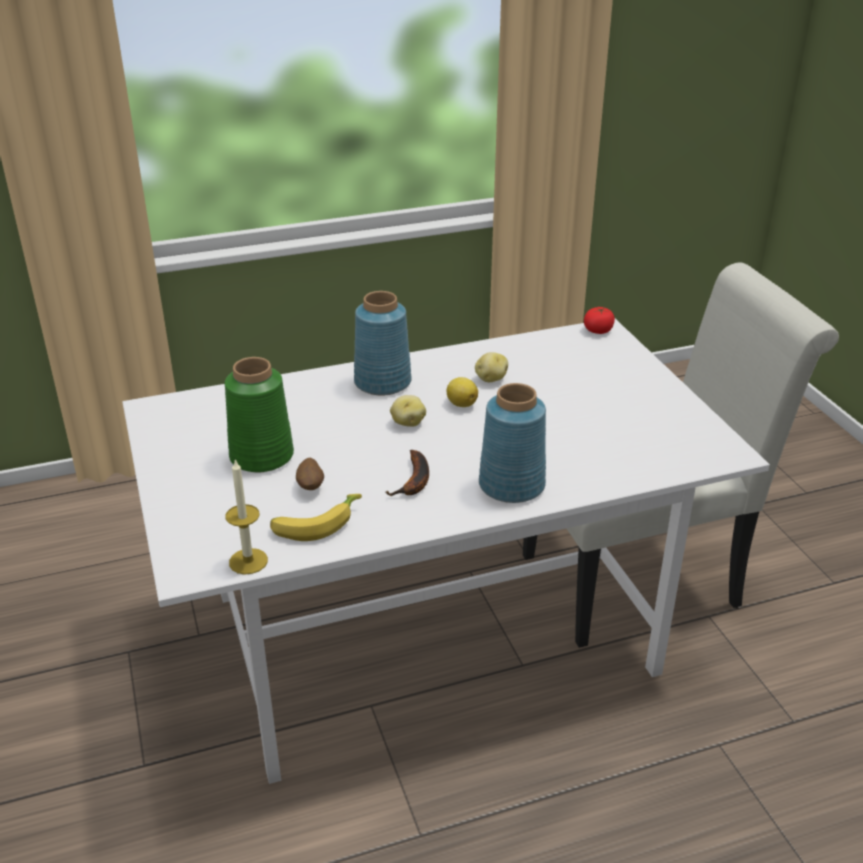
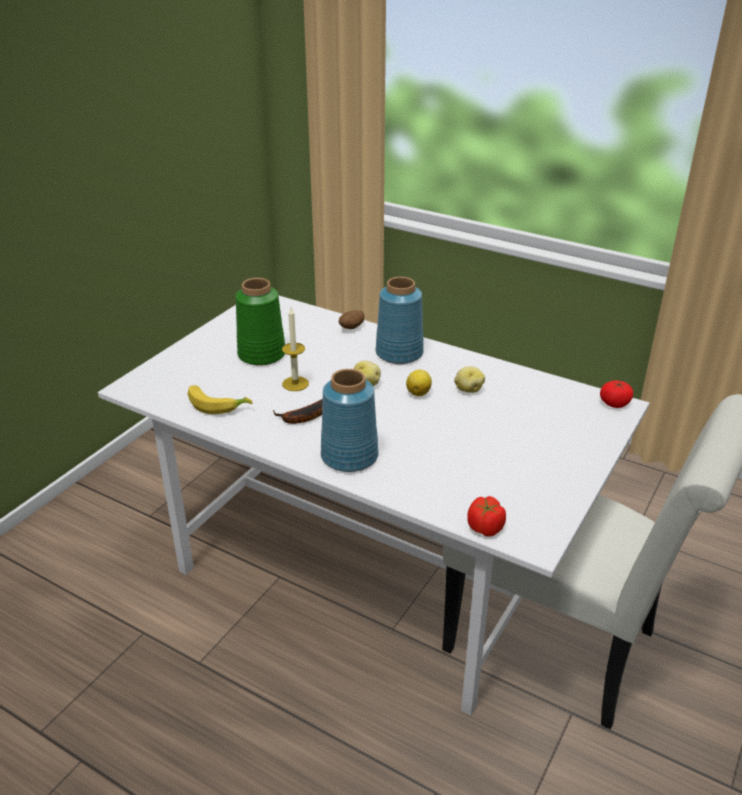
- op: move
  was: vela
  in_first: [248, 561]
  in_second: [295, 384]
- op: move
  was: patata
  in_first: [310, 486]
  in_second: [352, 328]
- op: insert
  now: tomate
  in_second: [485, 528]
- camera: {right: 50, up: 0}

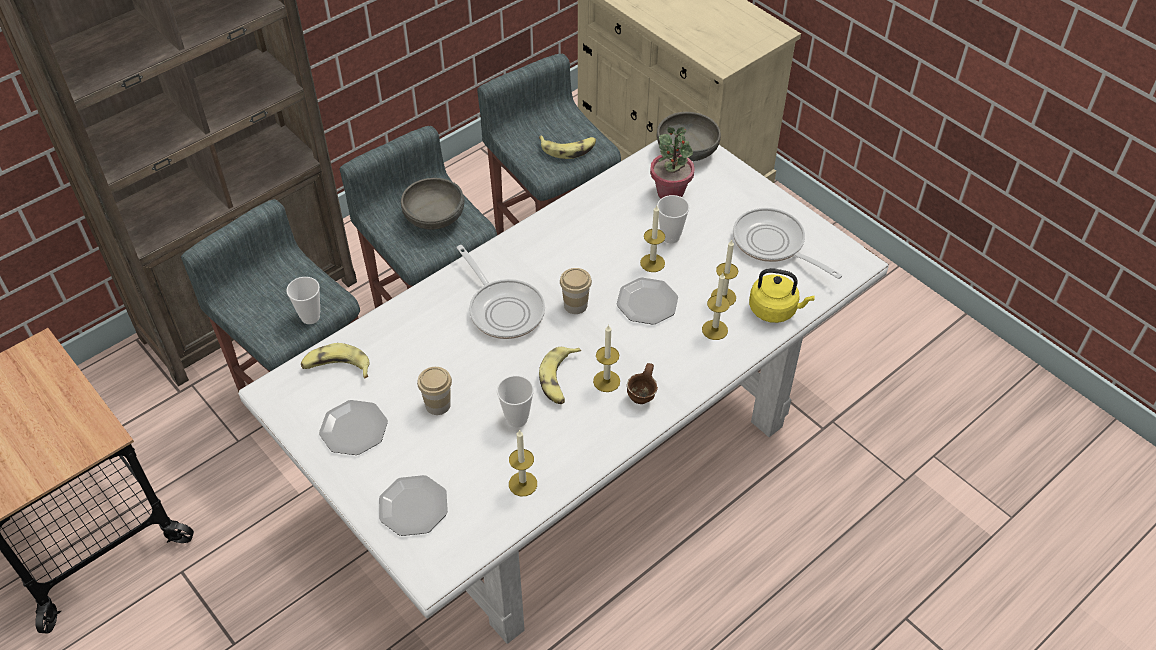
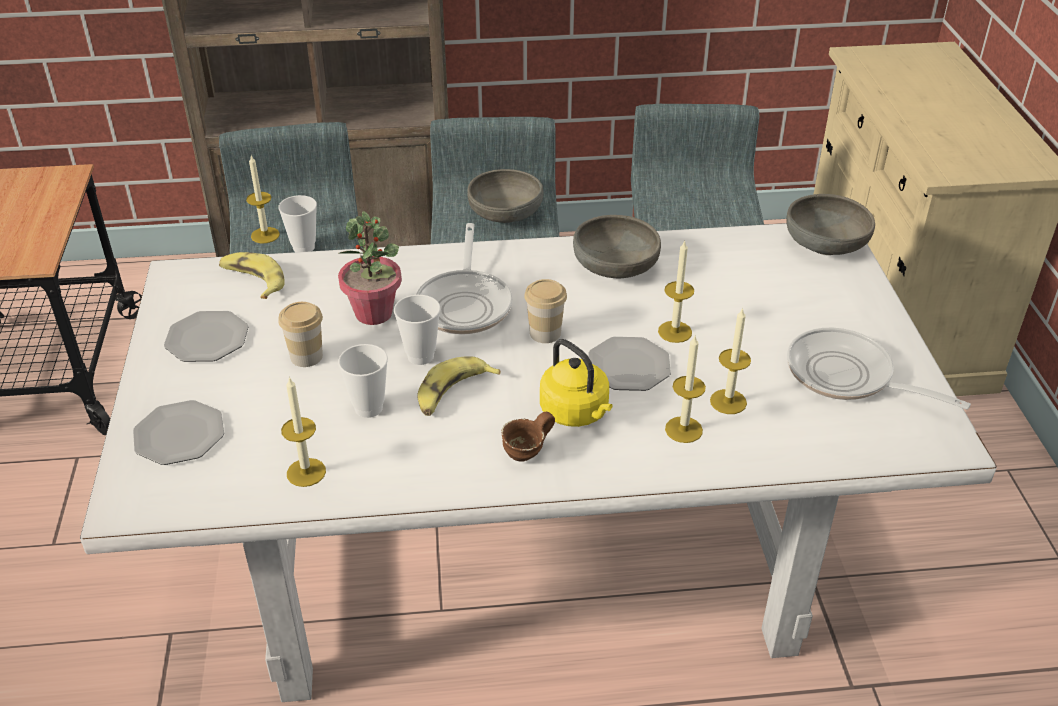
- op: delete
  was: plátano
  in_first: [568, 149]
- op: move
  was: vela
  in_first: [606, 381]
  in_second: [265, 235]
- op: move
  was: planta en maceta
  in_first: [670, 193]
  in_second: [374, 313]
- op: move
  was: taza
  in_first: [670, 236]
  in_second: [420, 356]
- op: rotate
  was: sartén
  in_first: [773, 244]
  in_second: [847, 376]
  clockwise: -45
- op: move
  was: hervidor (amarillo)
  in_first: [775, 310]
  in_second: [576, 413]
- op: insert
  now: cuenco (gris)
  in_second: [615, 267]
- camera: {right: 35, up: -10}

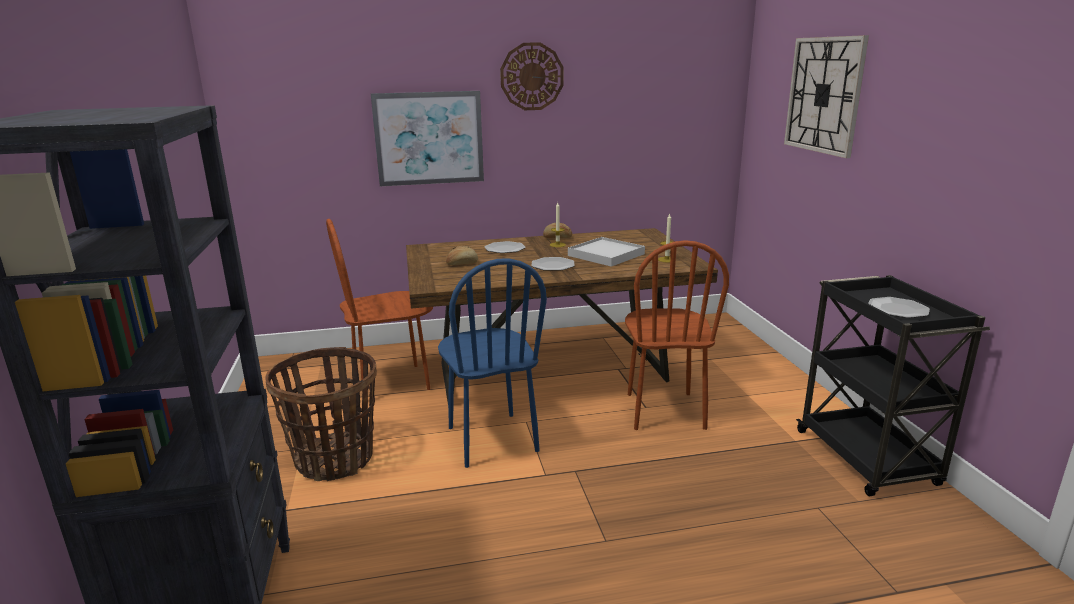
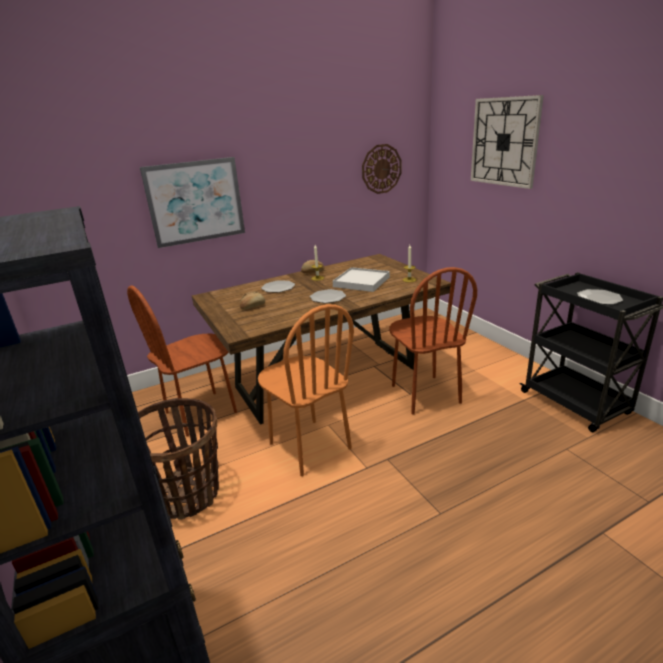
- op: recolor
  was: silla (azul)
  now: silla (naranja)
  in_first: [491, 439]
  in_second: [309, 446]
- op: move
  was: reloj de pared
  in_first: [532, 76]
  in_second: [381, 169]
- camera: {right: -15, up: 5}

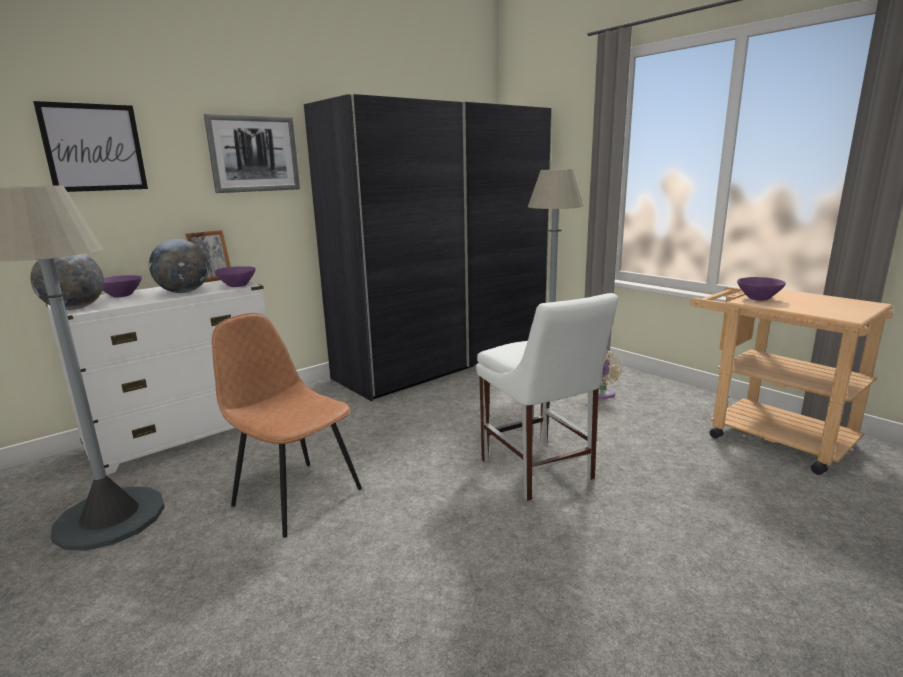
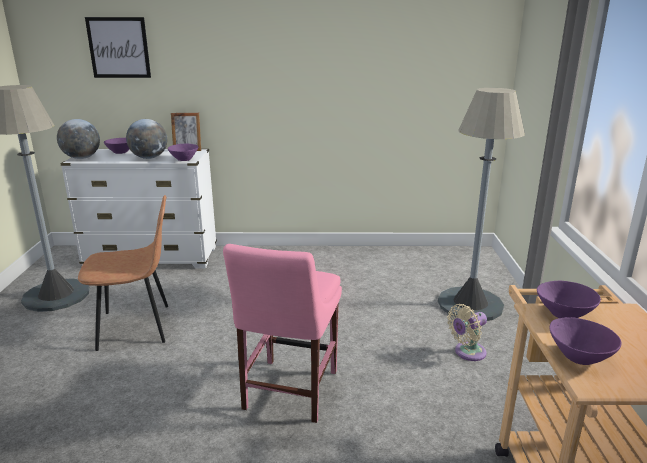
- op: delete
  was: cuadro
  in_first: [254, 154]
- op: rotate
  was: silla (marrón)
  in_first: [295, 496]
  in_second: [137, 327]
  clockwise: 90
- op: delete
  was: armario ropero (gris)
  in_first: [445, 360]
- op: recolor
  was: silla (blanco)
  now: silla (rosa)
  in_first: [539, 472]
  in_second: [288, 393]
- op: insert
  now: cuenco (morado)
  in_second: [579, 357]
- camera: {right: 40, up: 5}

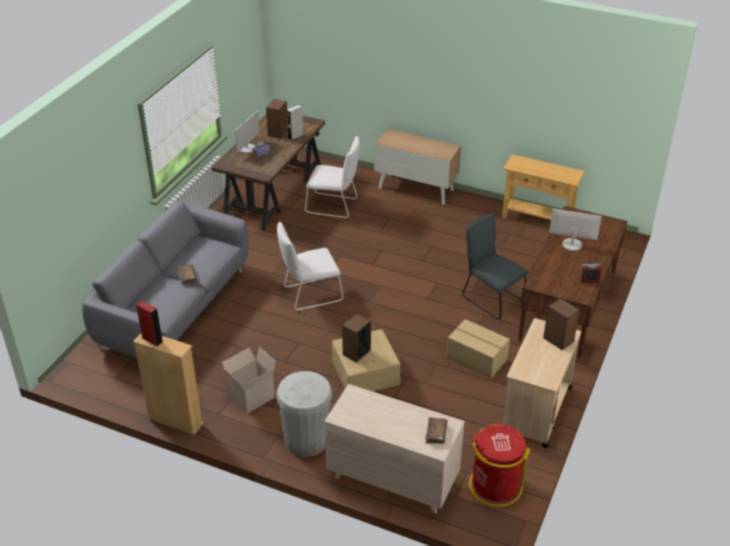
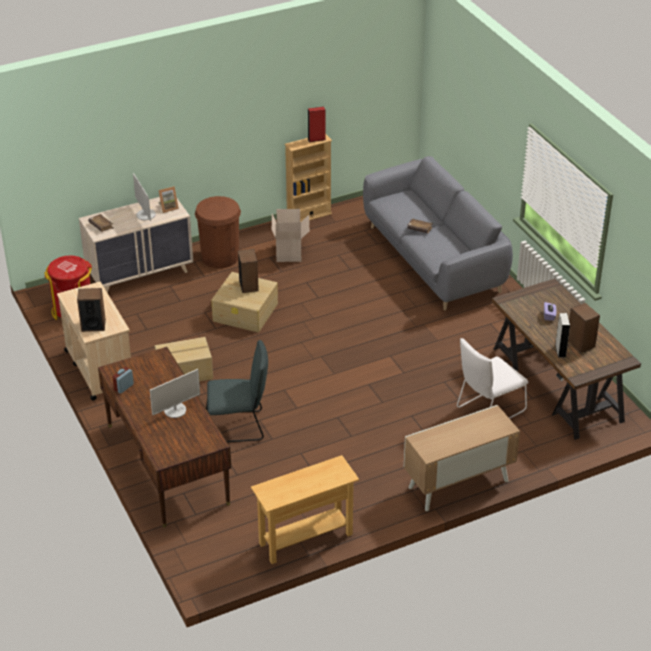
- op: move
  was: monitor
  in_first: [247, 148]
  in_second: [145, 215]
- op: recolor
  was: papelera (blanco)
  now: papelera (marrón)
  in_first: [306, 439]
  in_second: [220, 257]
- op: delete
  was: silla (blanco)
  in_first: [310, 294]
- op: insert
  now: portarretratos
  in_second: [168, 207]
- camera: {right: 130, up: 0}

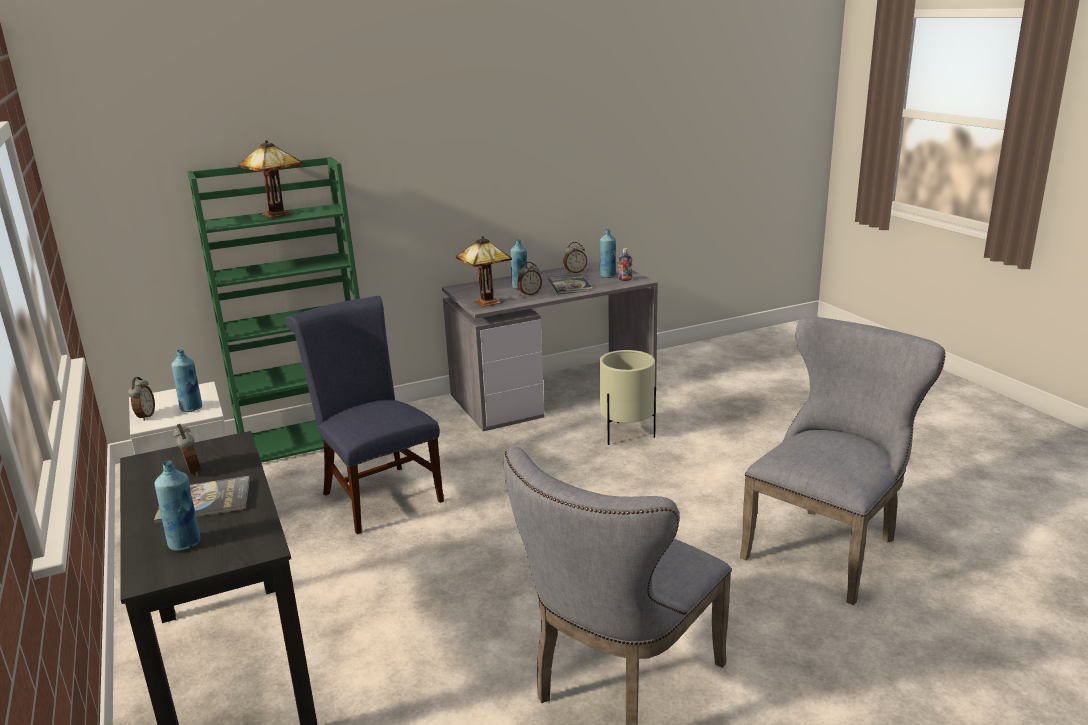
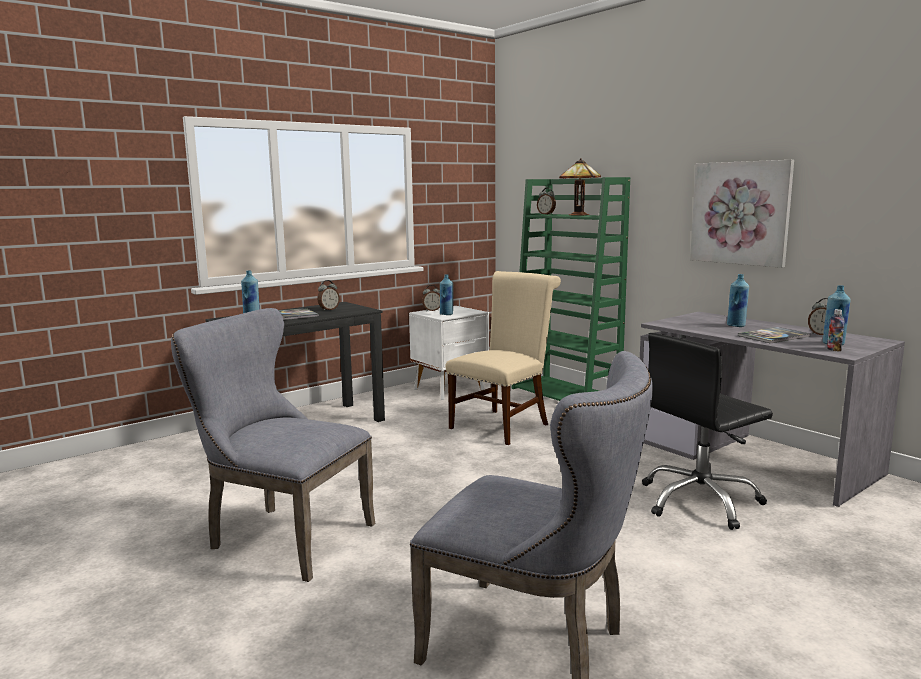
- op: recolor
  was: silla (azul)
  now: silla (beis)
  in_first: [377, 494]
  in_second: [503, 425]
- op: delete
  was: lámpara de mesa
  in_first: [486, 303]
- op: move
  was: despertador
  in_first: [529, 294]
  in_second: [546, 214]
- op: replace
  was: maceta (beis)
  now: silla de oficina (negro)
  in_first: [626, 435]
  in_second: [700, 501]
- op: insert
  now: cuadro
  in_second: [740, 213]
- camera: {right: 75, up: -10}

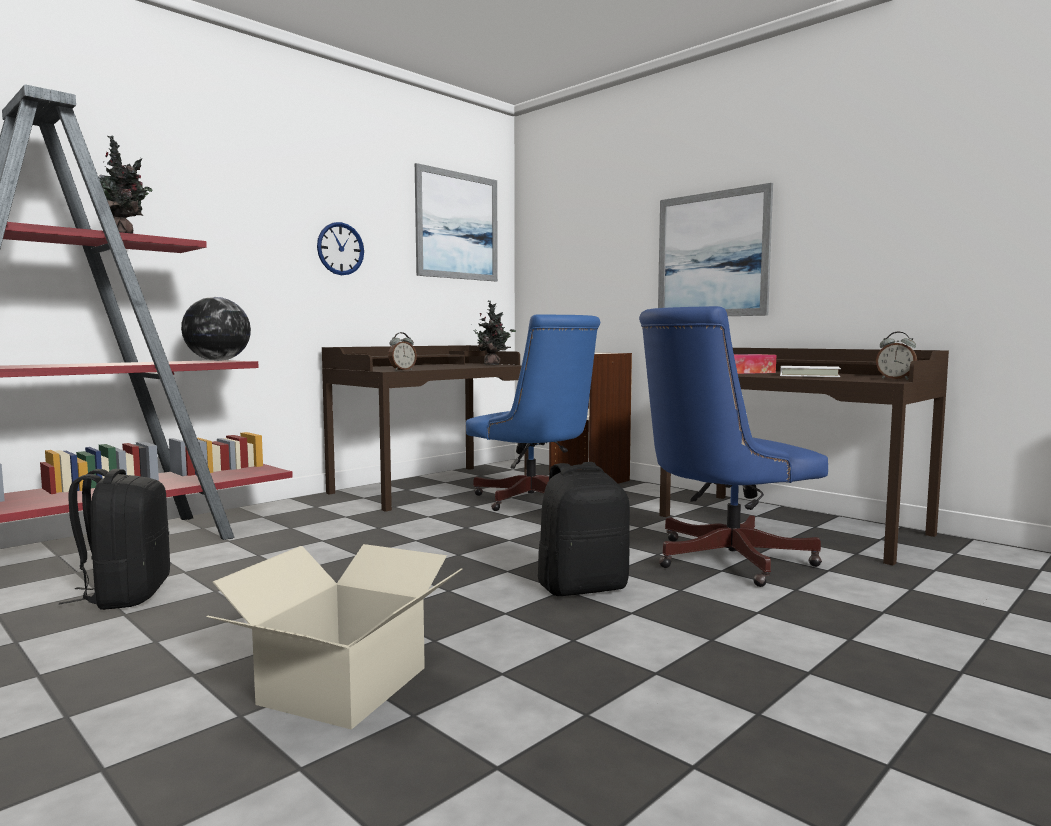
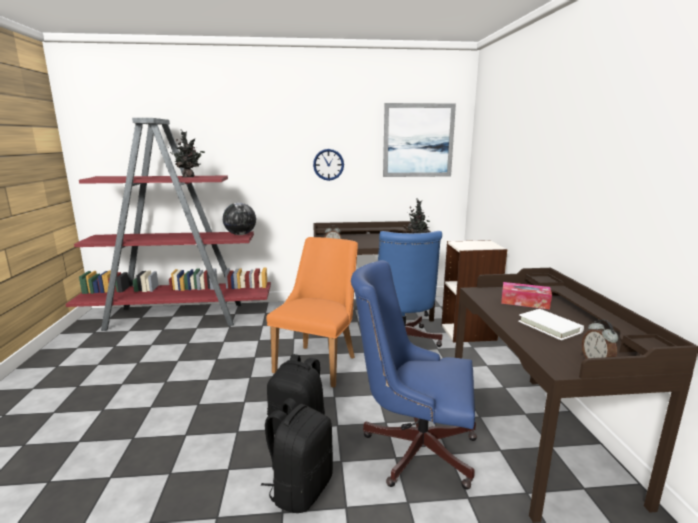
- op: move
  was: mochila (negro)
  in_first: [125, 595]
  in_second: [300, 488]
- op: delete
  was: caja de cartón
  in_first: [342, 685]
- op: delete
  was: cuadro
  in_first: [712, 255]
- op: insert
  now: silla (naranja)
  in_second: [320, 361]
- camera: {right: 40, up: 10}

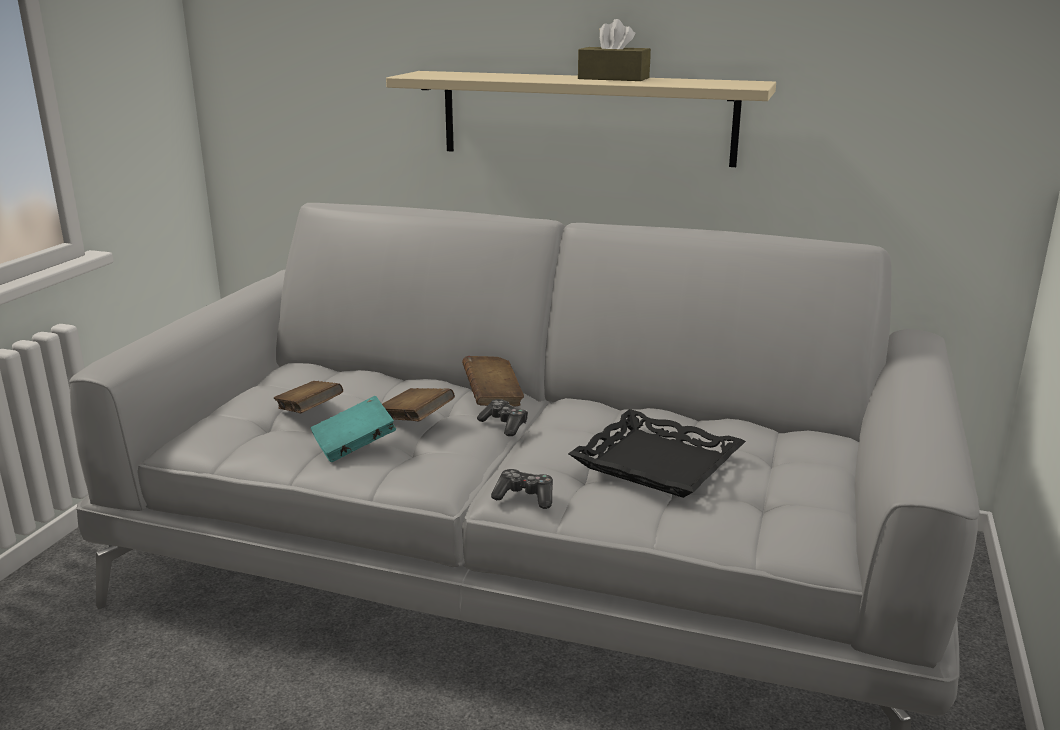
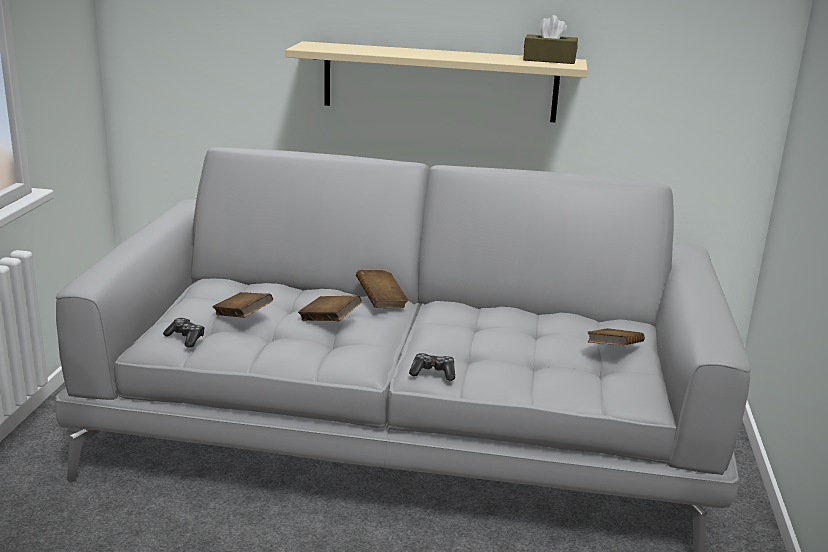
- op: delete
  was: libro (turquesa)
  in_first: [354, 446]
- op: move
  was: mando de consola
  in_first: [504, 425]
  in_second: [186, 338]
- op: delete
  was: bandeja (negro)
  in_first: [656, 463]
- op: move
  was: caja de pañuelos (marrón)
  in_first: [613, 78]
  in_second: [549, 60]
- op: insert
  now: libro (marrón)
  in_second: [613, 351]
- camera: {right: -10, up: 0}

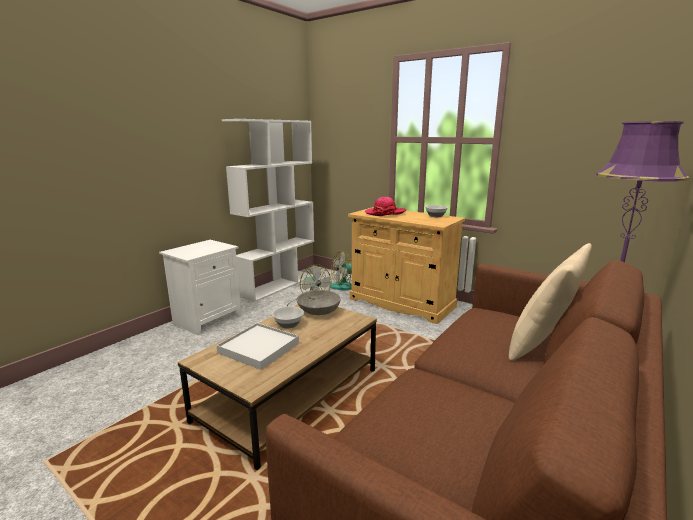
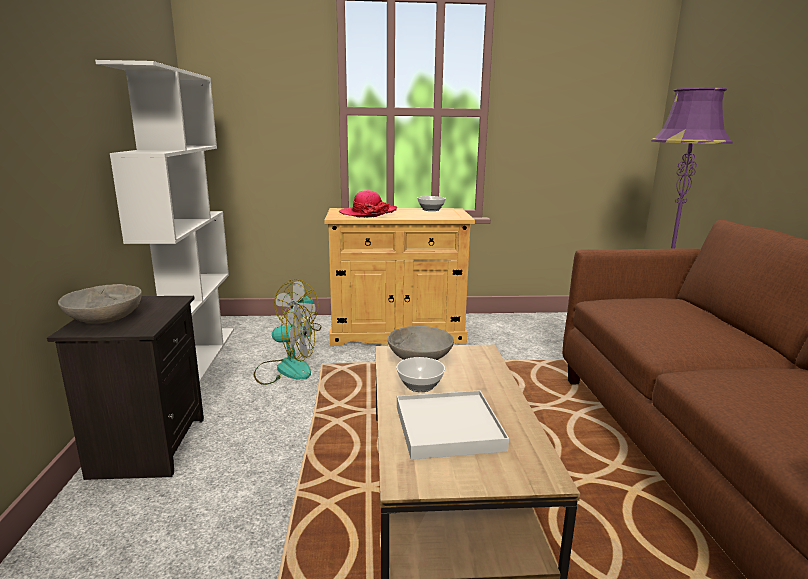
- op: recolor
  was: mesita de noche (blanco)
  now: mesita de noche (negro)
  in_first: [207, 319]
  in_second: [148, 445]
- op: delete
  was: cojín (beis)
  in_first: [541, 344]
- op: insert
  now: cuenco (gris)
  in_second: [104, 317]
- camera: {right: -40, up: 0}

